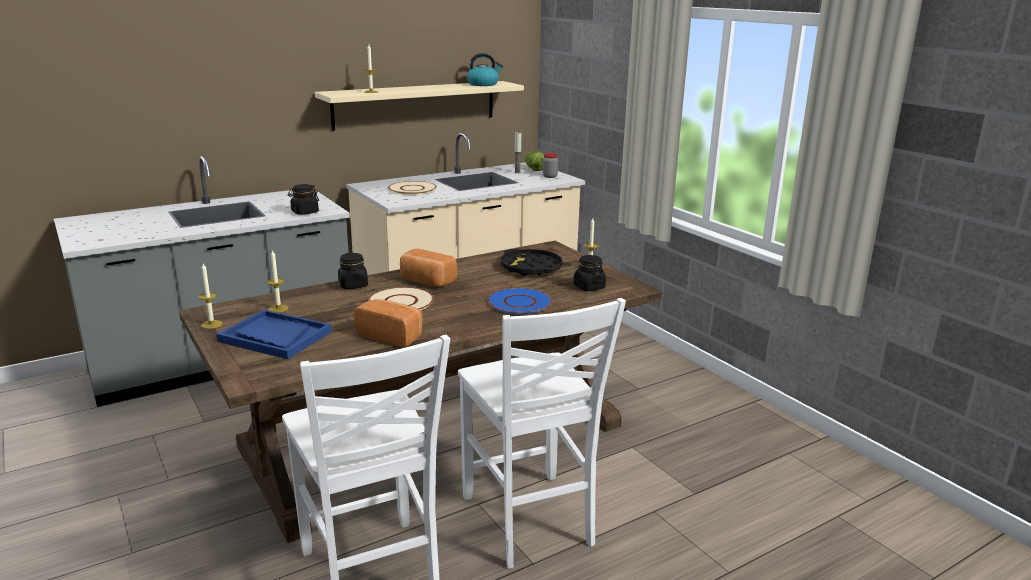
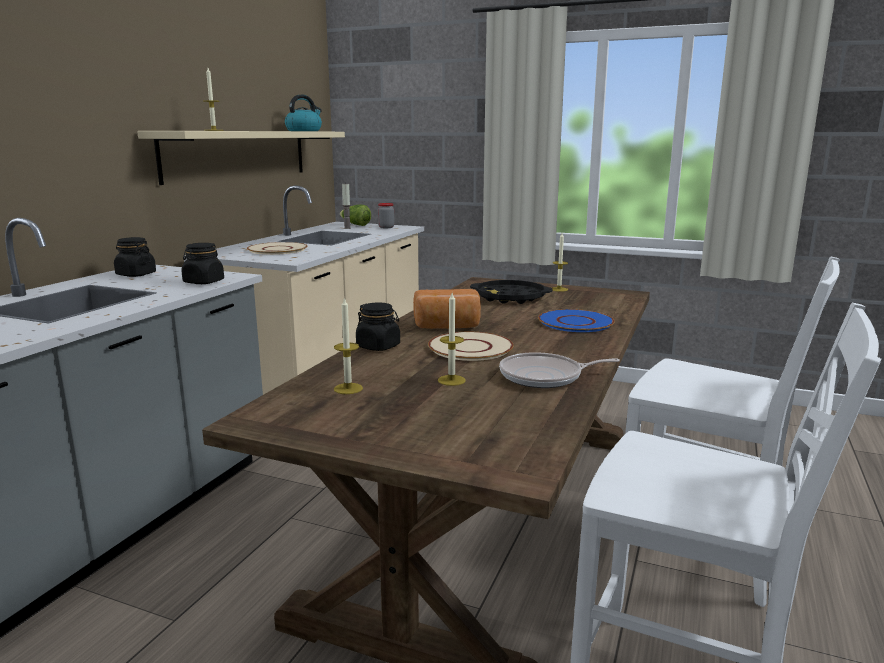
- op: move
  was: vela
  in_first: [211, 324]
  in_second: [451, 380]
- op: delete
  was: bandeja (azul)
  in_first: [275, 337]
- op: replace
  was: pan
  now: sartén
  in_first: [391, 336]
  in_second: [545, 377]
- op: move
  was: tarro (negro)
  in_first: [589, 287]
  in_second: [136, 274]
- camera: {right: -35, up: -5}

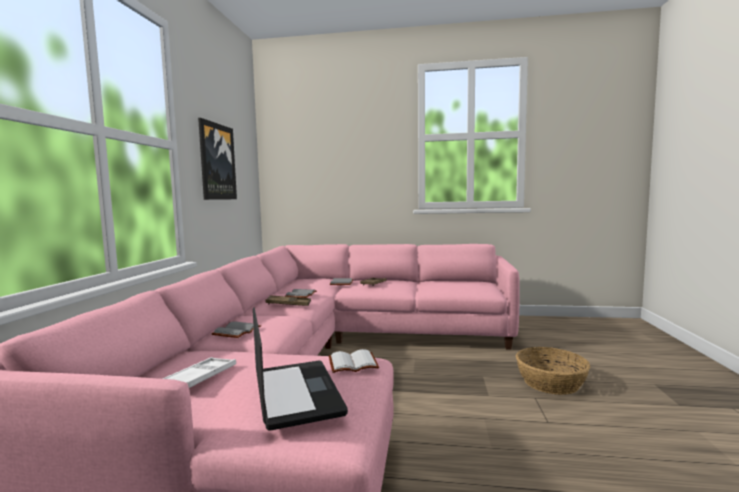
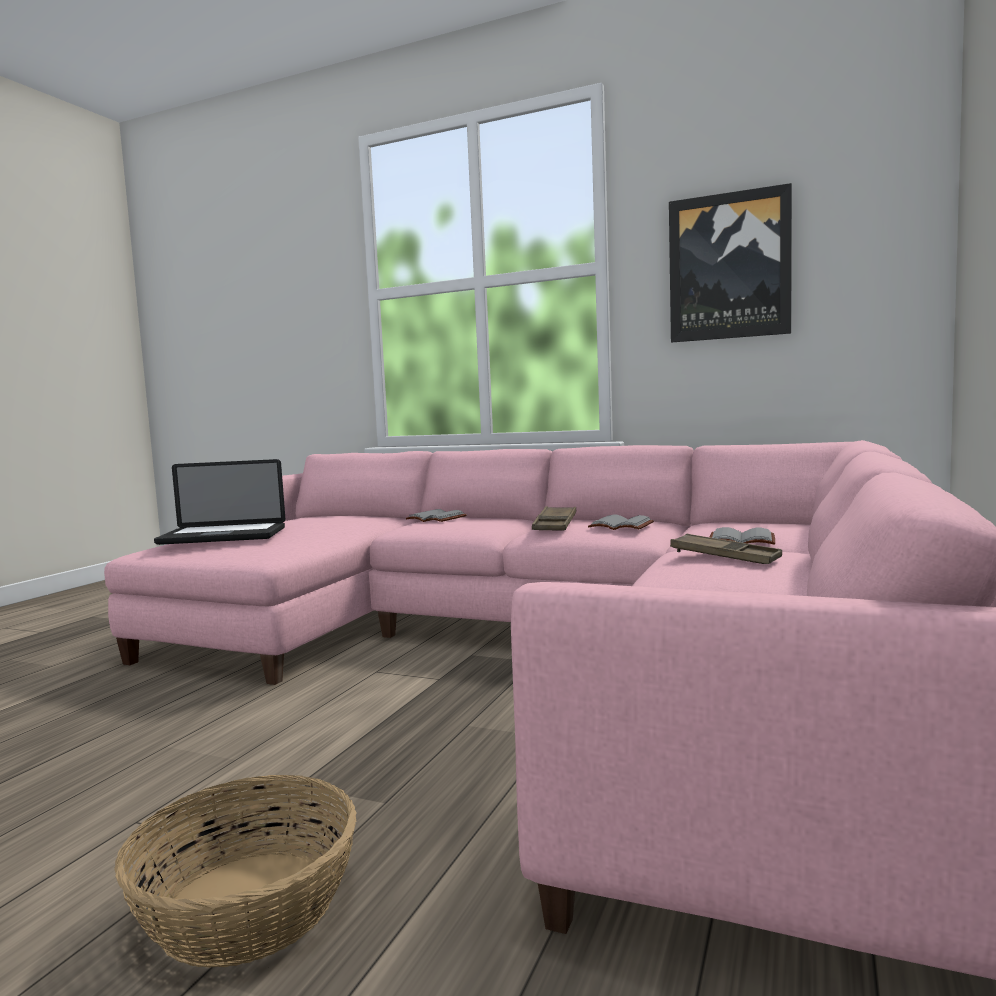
- op: delete
  was: bandeja (blanco)
  in_first: [201, 377]
- op: delete
  was: libro (blanco)
  in_first: [353, 363]
- camera: {right: 105, up: 0}

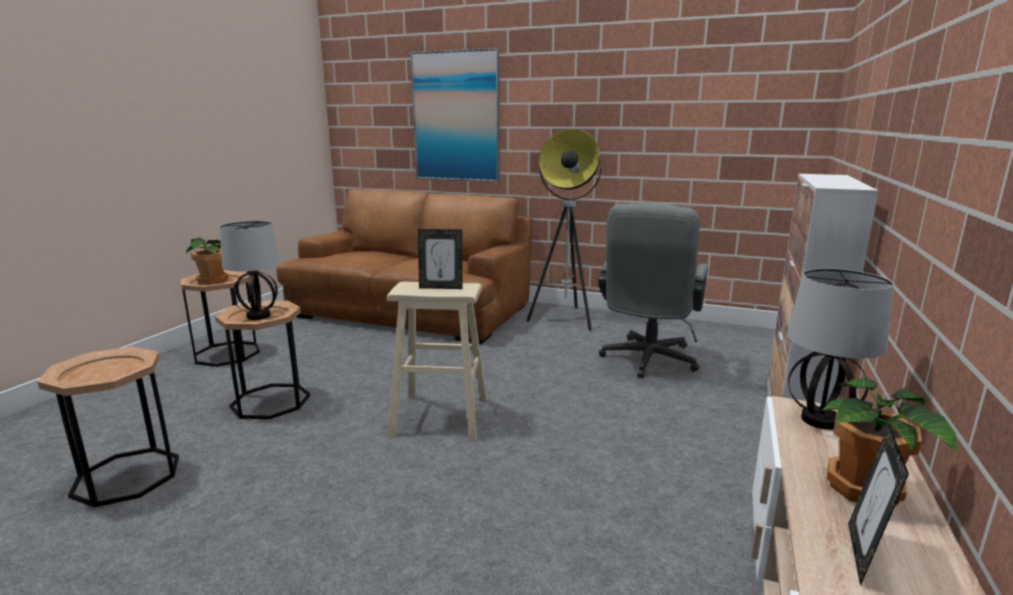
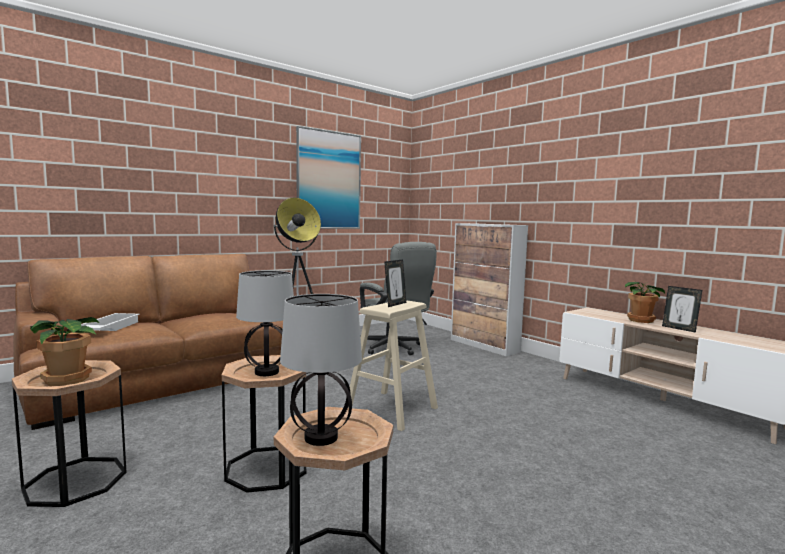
- op: move
  was: cuadro
  in_first: [456, 117]
  in_second: [329, 180]
- op: move
  was: lámpara de mesa
  in_first: [820, 421]
  in_second: [321, 438]
- op: insert
  now: bandeja (blanco)
  in_second: [108, 328]
- camera: {right: -60, up: -10}

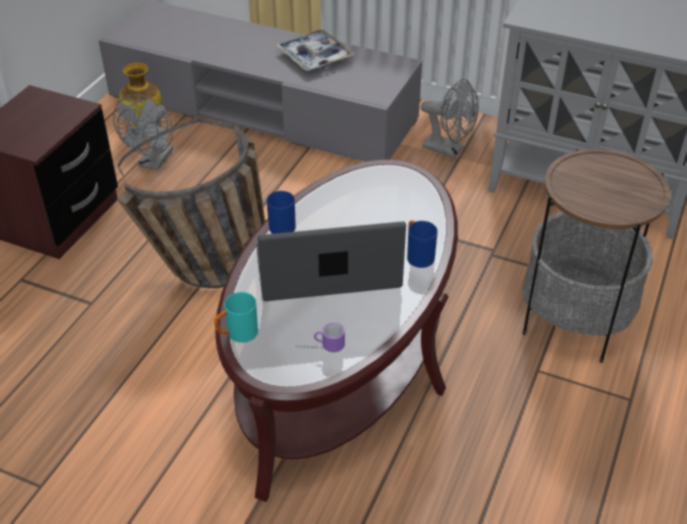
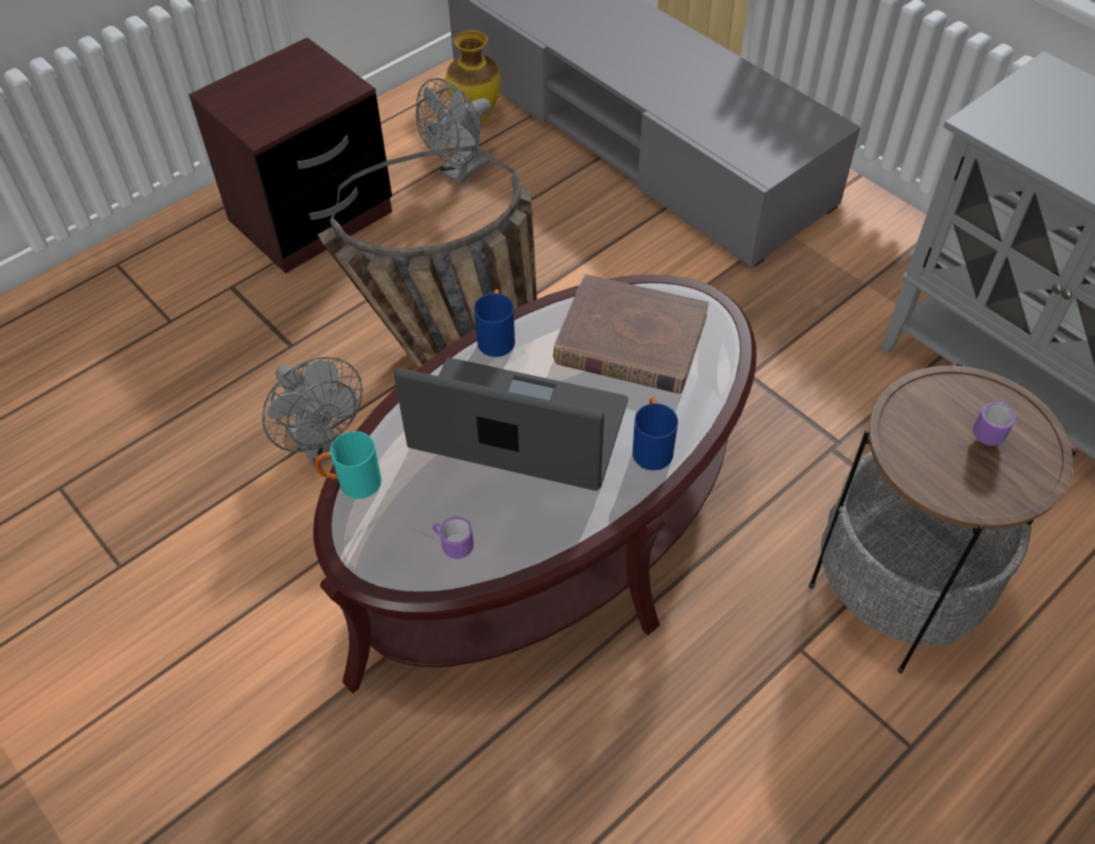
- op: delete
  was: bandeja
  in_first: [315, 57]
- op: move
  was: ventilador (gris)
  in_first: [449, 150]
  in_second: [322, 447]
- op: insert
  now: libro (marrón)
  in_second: [630, 340]
- op: insert
  now: taza grande
  in_second: [991, 425]
- camera: {right: 25, up: 10}

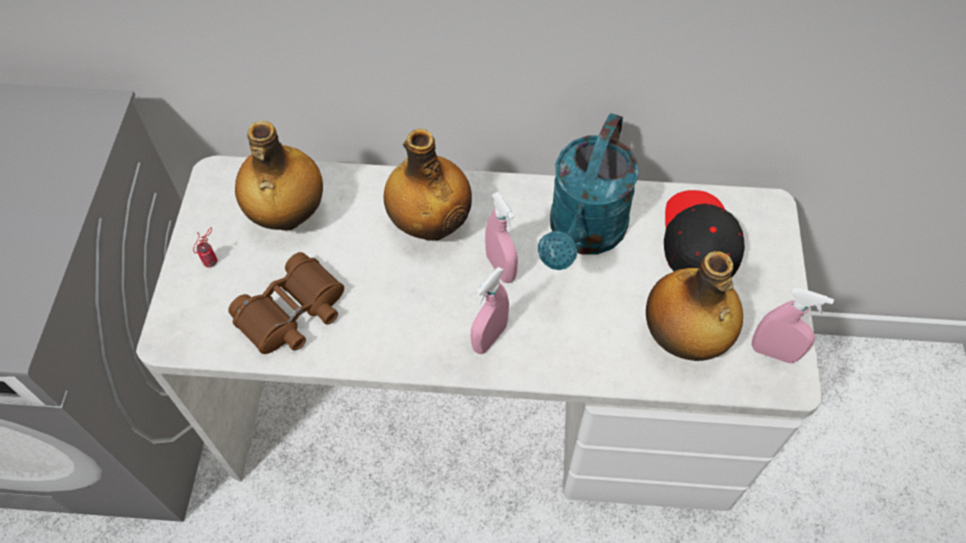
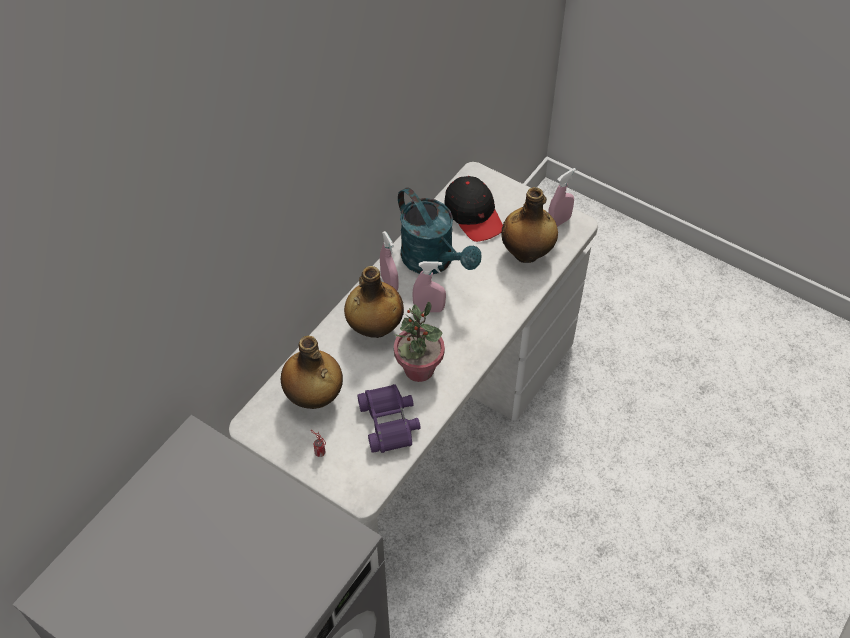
- op: recolor
  was: prismáticos (marrón)
  now: prismáticos (morado)
  in_first: [293, 313]
  in_second: [389, 423]
- op: move
  was: pulverizador (rosa)
  in_first: [489, 338]
  in_second: [389, 284]
- op: rotate
  was: gorra (negro)
  in_first: [698, 240]
  in_second: [473, 214]
  clockwise: -150
- op: insert
  now: planta en maceta
  in_second: [418, 369]
- camera: {right: -60, up: -5}

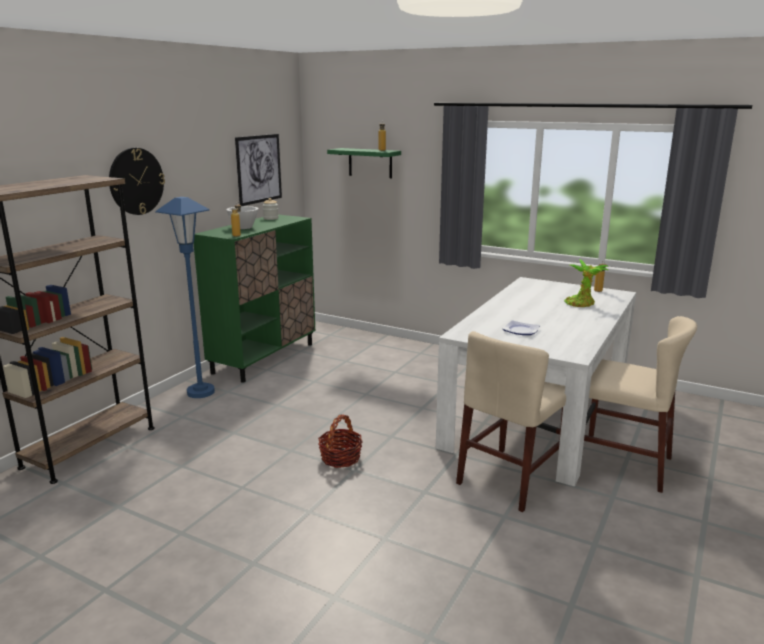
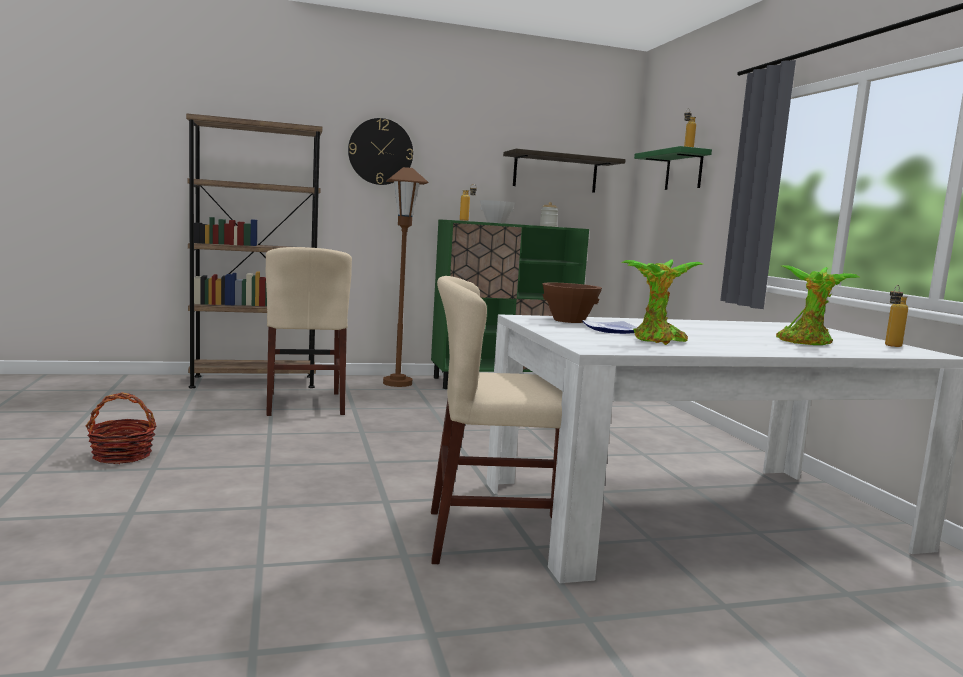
- op: recolor
  was: lámpara de pie (azul)
  now: lámpara de pie (marrón)
  in_first: [201, 392]
  in_second: [397, 383]
- op: replace
  was: cuadro
  now: estante
  in_first: [259, 169]
  in_second: [555, 173]
- op: move
  was: cesta
  in_first: [340, 458]
  in_second: [122, 455]
- op: move
  was: silla (beis)
  in_first: [622, 463]
  in_second: [305, 403]
- op: insert
  now: cuenco (marrón)
  in_second: [569, 320]
- op: insert
  now: planta en maceta
  in_second: [657, 341]
- camera: {right: 45, up: -10}

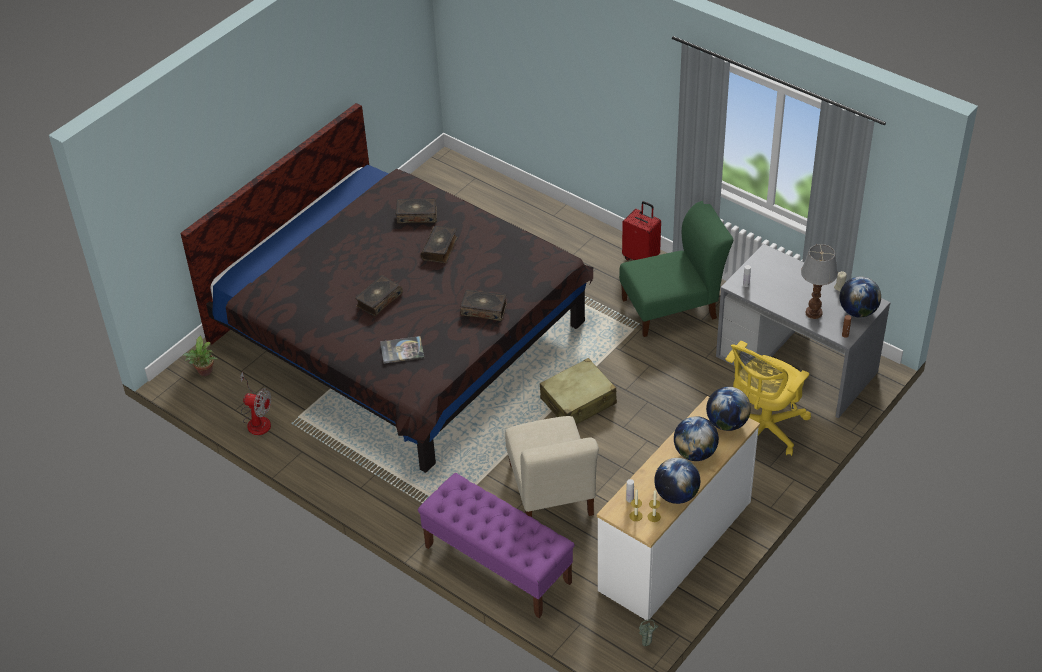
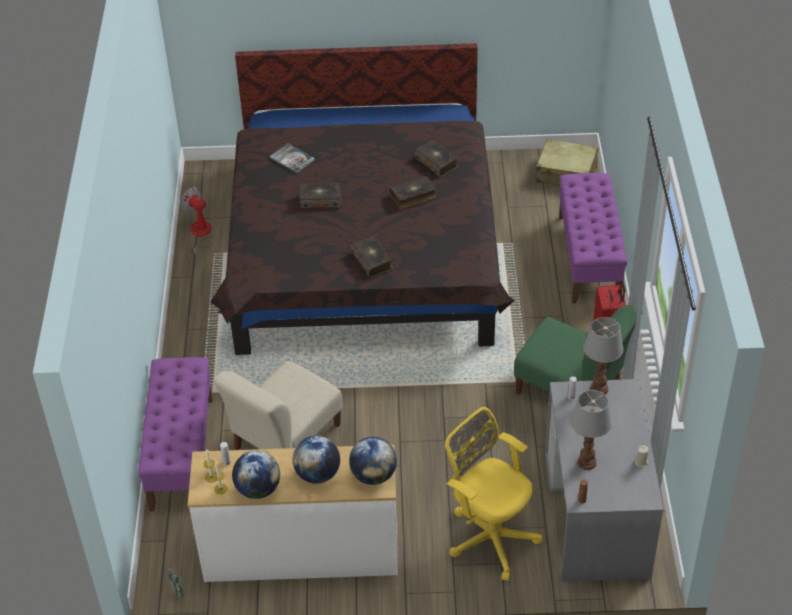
- op: delete
  was: planta en maceta
  in_first: [205, 373]
- op: rotate
  was: ventilador
  in_first: [257, 420]
  in_second: [200, 234]
  clockwise: 150
- op: move
  was: libro
  in_first: [402, 350]
  in_second: [292, 159]
- op: move
  was: maleta (beis)
  in_first: [578, 401]
  in_second: [566, 173]
- op: rotate
  was: silla de oficina (amarillo)
  in_first: [762, 431]
  in_second: [489, 536]
  clockwise: 45
- op: delete
  was: globo terráqueo
  in_first: [858, 311]
- op: insert
  now: banco (morado)
  in_second: [588, 258]
- op: insert
  now: lámpara de mesa
  in_second: [598, 389]
- camera: {right: 50, up: 0}

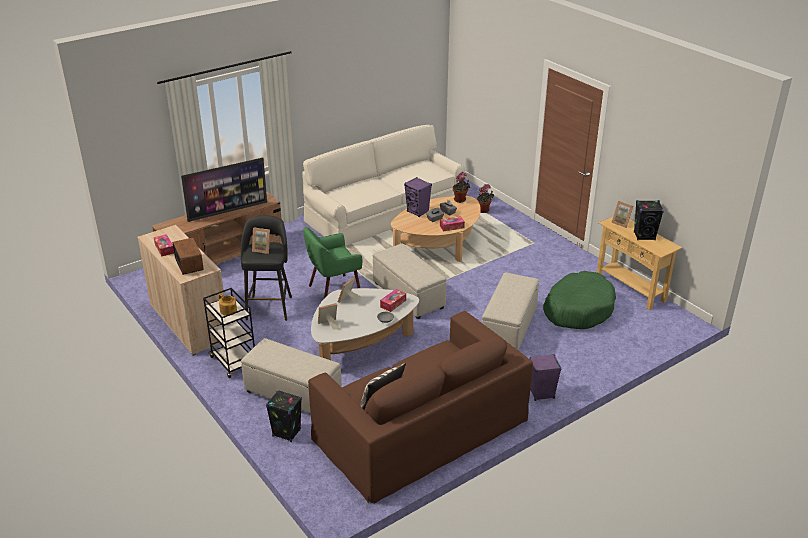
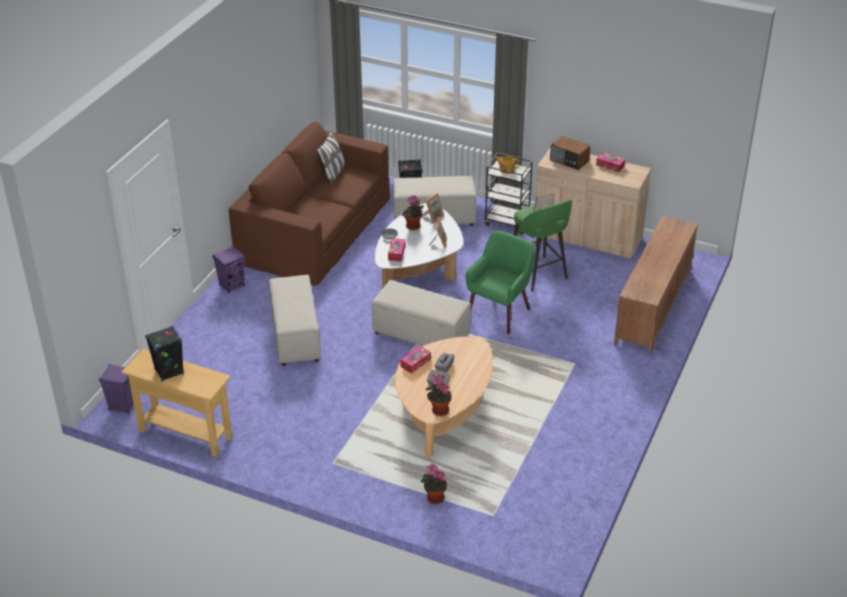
- op: delete
  was: televisor
  in_first: [227, 211]
- op: recolor
  was: taburete (negro)
  now: taburete (verde)
  in_first: [269, 307]
  in_second: [539, 275]
- op: delete
  was: sofá (beis)
  in_first: [384, 212]
- op: move
  was: altavoz (morado)
  in_first: [418, 212]
  in_second: [122, 405]
- op: delete
  was: cama para perro (verde)
  in_first: [578, 309]
- op: delete
  was: portarretratos
  in_first: [621, 223]
- op: insert
  now: planta en maceta
  in_second: [413, 227]
- camera: {right: 150, up: 5}

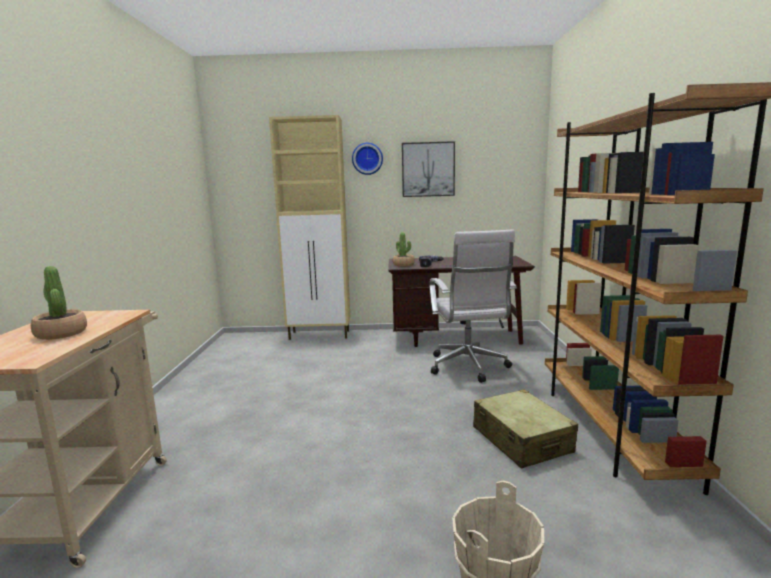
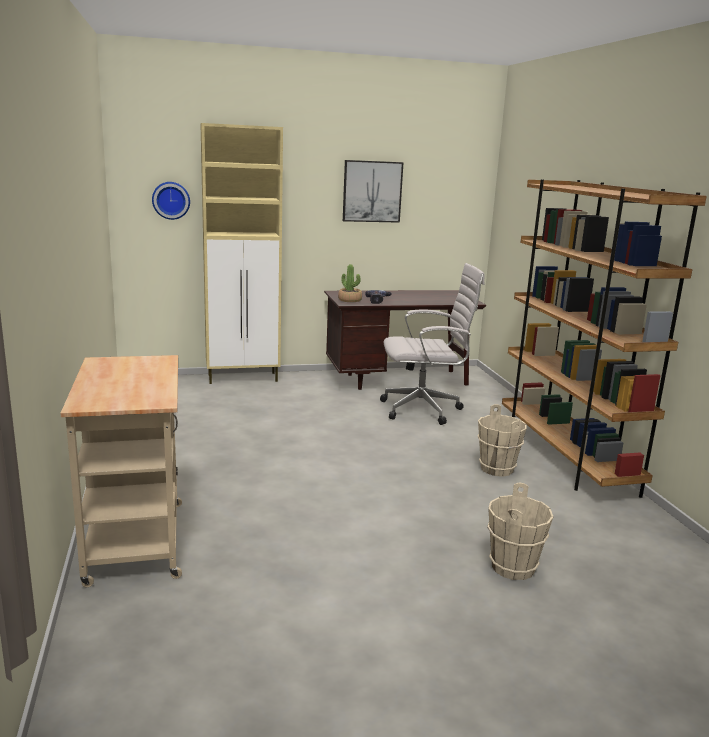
- op: delete
  was: planta en maceta
  in_first: [61, 333]
- op: move
  was: reloj de pared
  in_first: [367, 159]
  in_second: [171, 200]
- op: rotate
  was: silla de oficina (blanco)
  in_first: [469, 367]
  in_second: [424, 409]
  clockwise: -75
- op: replace
  was: maleta (beis)
  now: cubo (beis)
  in_first: [521, 440]
  in_second: [496, 469]
- camera: {right: -15, up: 5}

